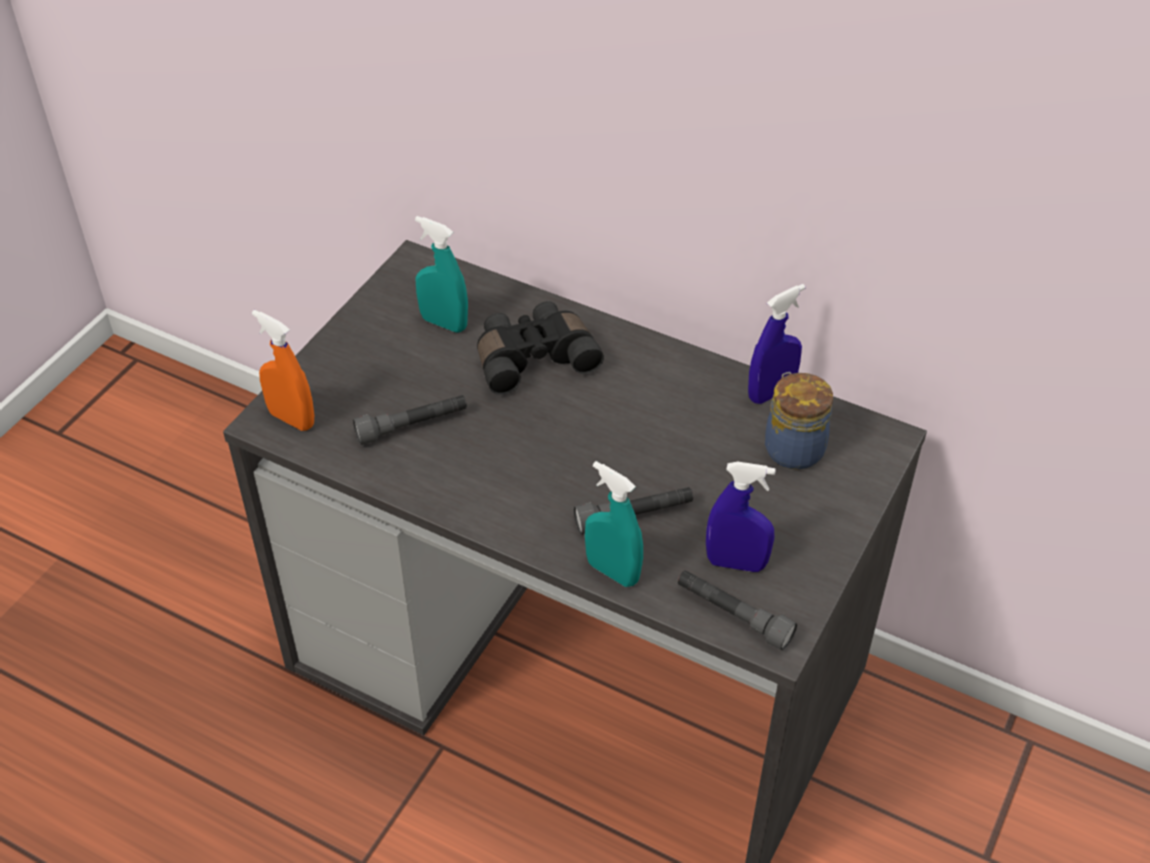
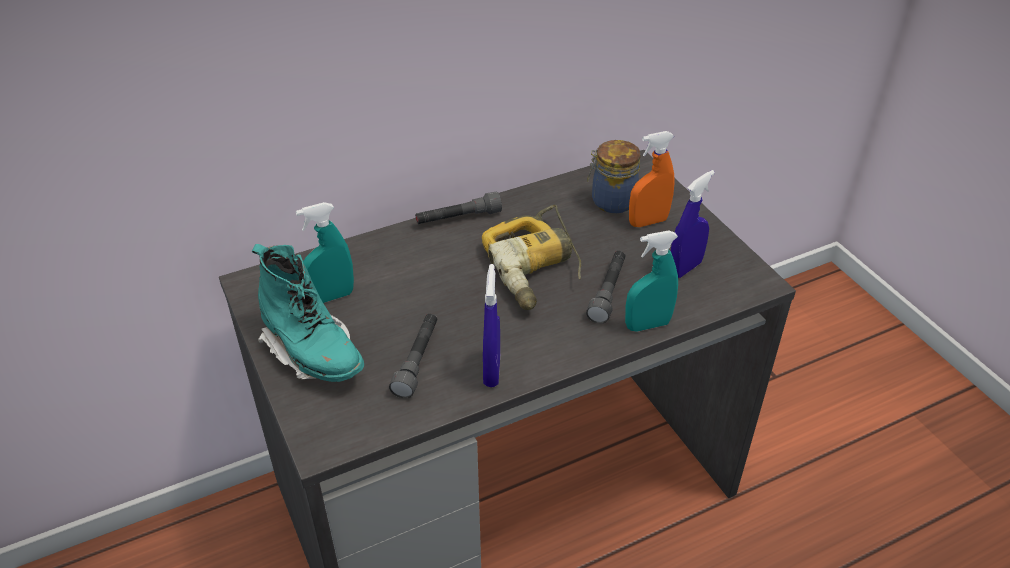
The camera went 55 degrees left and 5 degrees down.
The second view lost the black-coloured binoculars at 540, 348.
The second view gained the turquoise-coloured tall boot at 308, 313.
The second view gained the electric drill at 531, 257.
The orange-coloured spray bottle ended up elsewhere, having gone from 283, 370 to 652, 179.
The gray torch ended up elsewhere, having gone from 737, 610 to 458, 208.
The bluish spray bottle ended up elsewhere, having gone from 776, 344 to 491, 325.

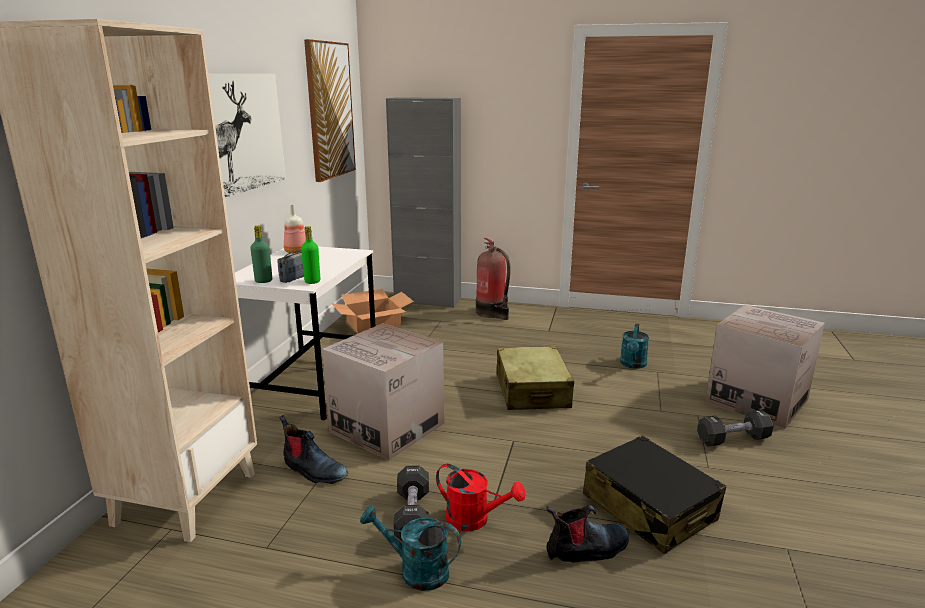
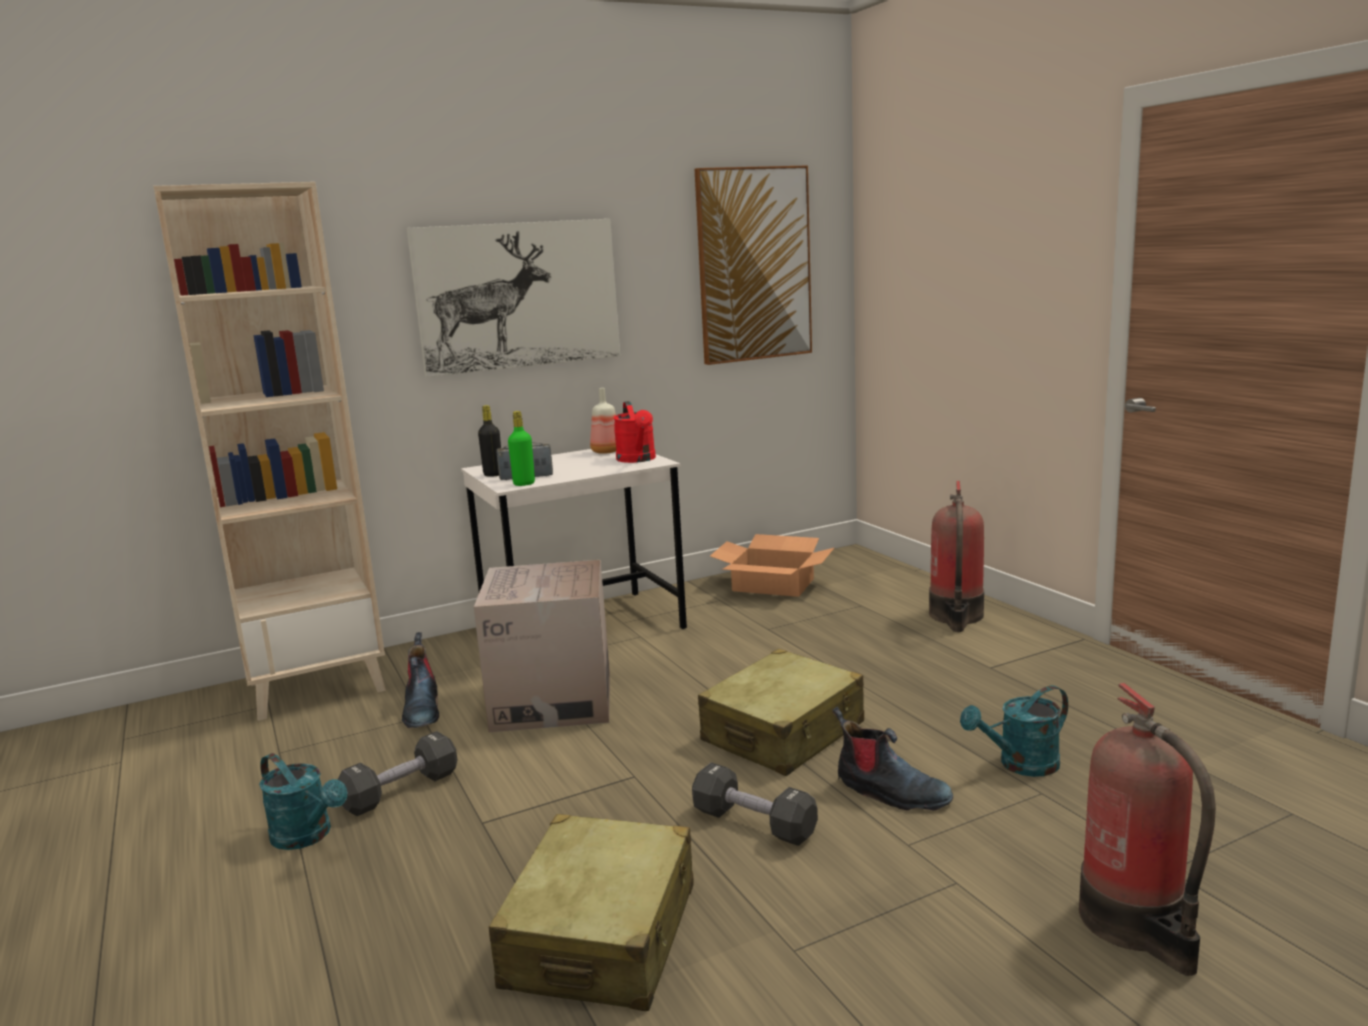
The camera went 50 degrees right and 5 degrees down.
The second view lost the gray storage cabinet at 423, 202.
The red-coloured watering can ended up elsewhere, having gone from 481, 497 to 634, 432.
The tall boot ended up elsewhere, having gone from 587, 533 to 892, 759.
The black-coloured free weight ended up elsewhere, having gone from 735, 428 to 755, 804.
Where the cardboard box stood at 765, 367, the fire extinguisher came to stand at 1147, 829.
What was the green-coloured bottle at 261, 254 turned into the black-coloured bottle at 489, 441.
What was the black-coloured suitcase at 654, 494 turned into the sand-coloured suitcase at 591, 912.
The turquoise-coloured watering can at 410, 548 ended up facing another way, 150 degrees clockwise from before.

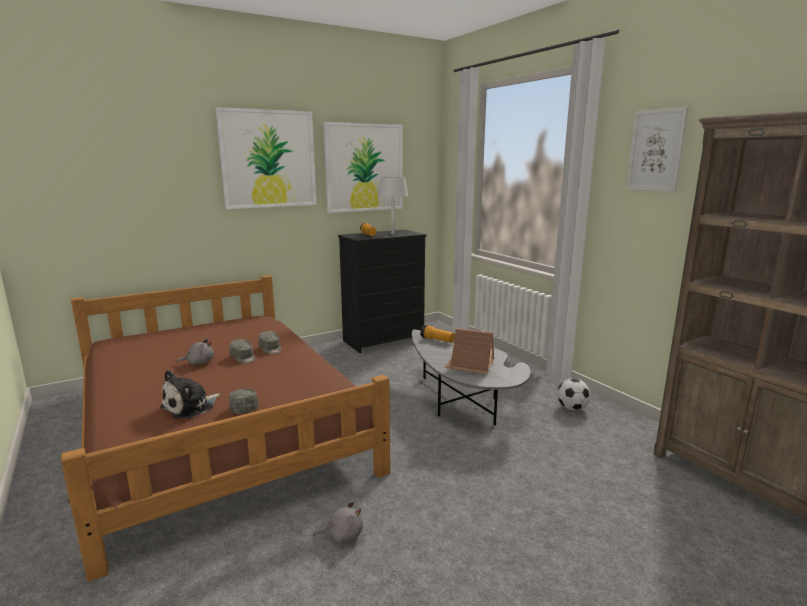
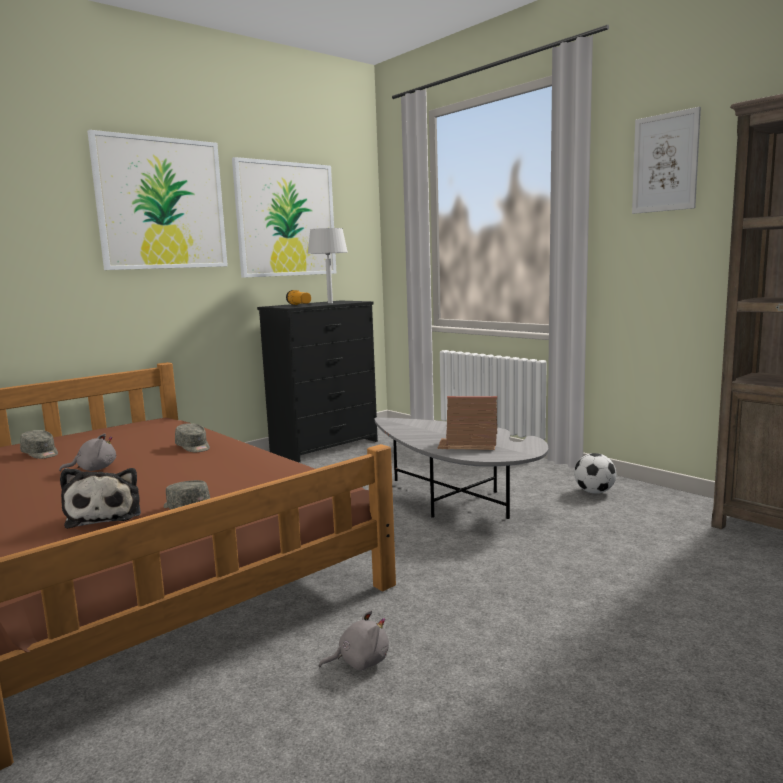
The camera went 10 degrees left and 5 degrees down.
The second view lost the torch at 437, 334.
The gray peaked cap ended up elsewhere, having gone from 242, 351 to 39, 444.
The soft toy at 190, 394 ended up facing another way, 45 degrees counterclockwise from before.

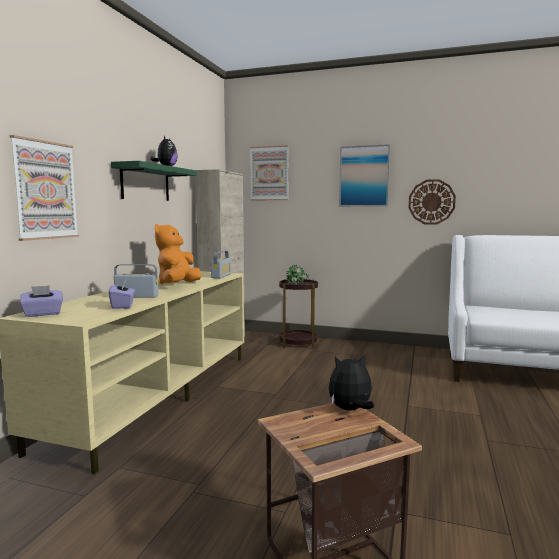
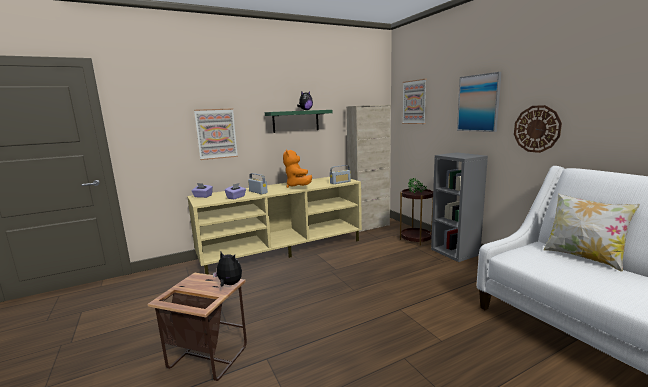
The camera went 45 degrees right and 5 degrees up.
The second view gained the gray bookshelf at 459, 207.
The second view gained the pillow at 591, 232.
The orange-coloured soft toy at 178, 254 ended up facing another way, 75 degrees counterclockwise from before.

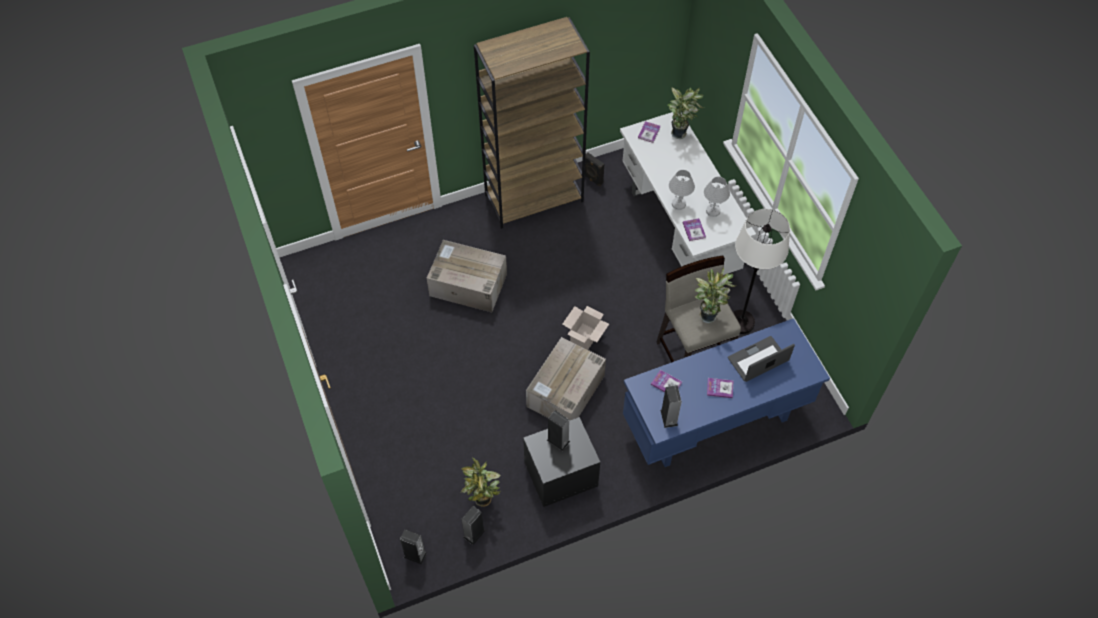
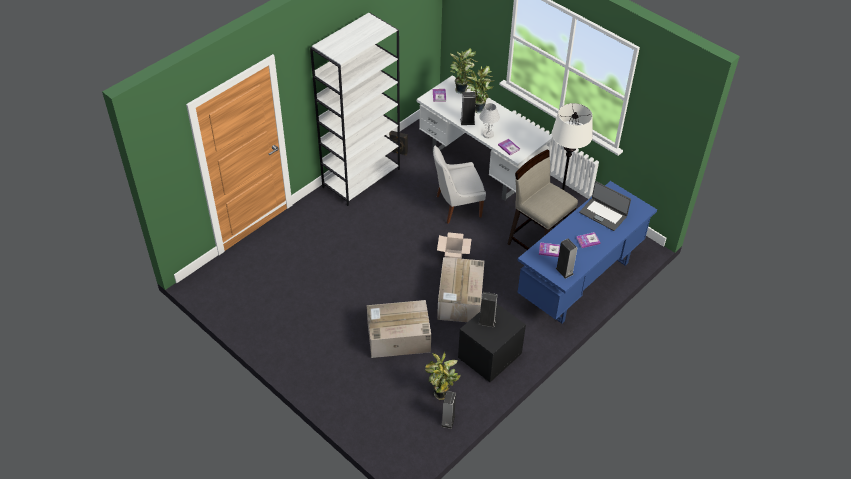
The camera went 25 degrees left and 10 degrees down.
The second view lost the whitish lamp for a table at 717, 197.
The second view gained the whitish upright chair at 459, 185.
The speaker ended up elsewhere, having gone from 413, 546 to 468, 108.
The cardboard box ended up elsewhere, having gone from 467, 276 to 399, 329.
The houseplant ended up elsewhere, having gone from 715, 295 to 481, 89.
What was the brownish bookshelf at 532, 123 turned into the whitish bookshelf at 355, 109.
The portable computer at 761, 359 ended up facing another way, 90 degrees counterclockwise from before.

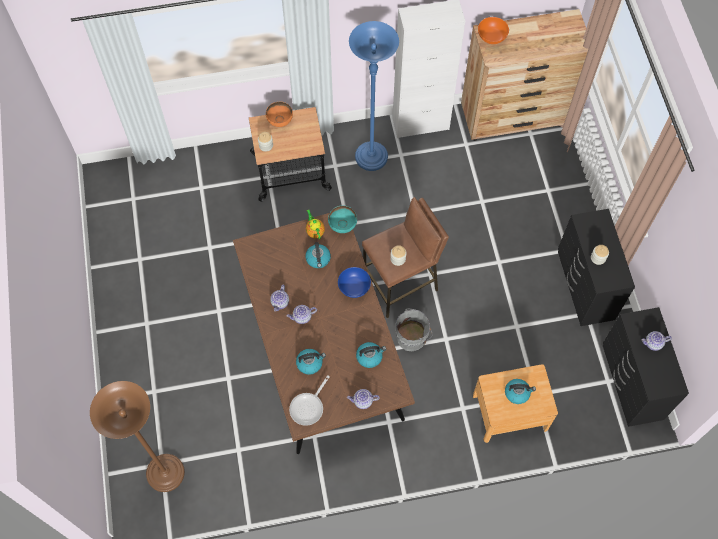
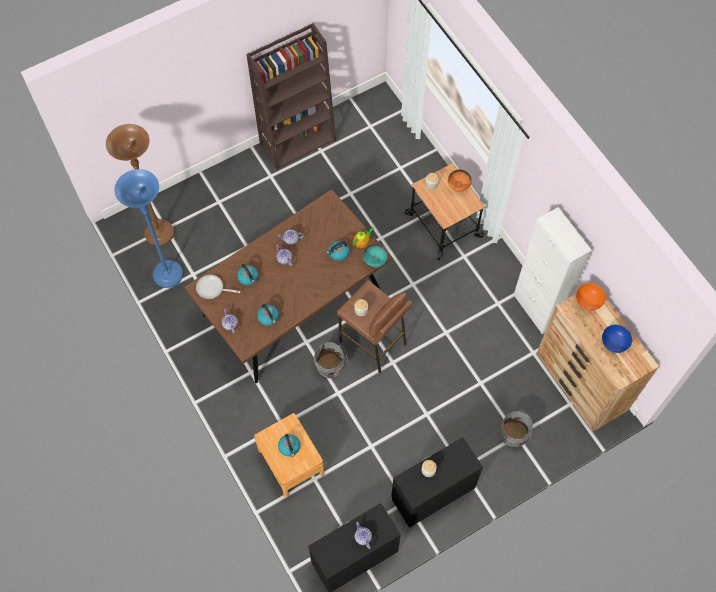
The camera went 70 degrees right and 0 degrees up.
The second view gained the brownish bookshelf at 291, 96.
The second view gained the gray pail at 517, 428.
The bluish deep dish ended up elsewhere, having gone from 354, 282 to 617, 339.
The bluish standard lamp ended up elsewhere, having gone from 374, 96 to 148, 228.

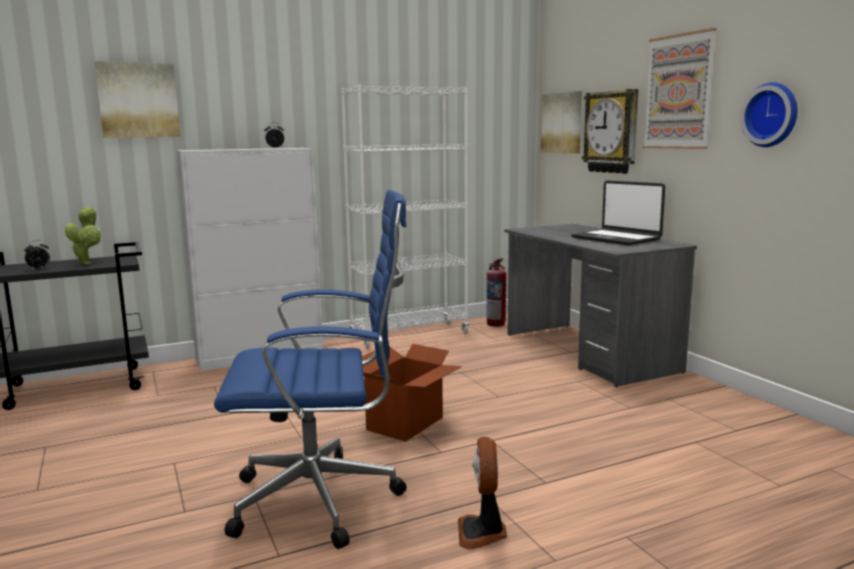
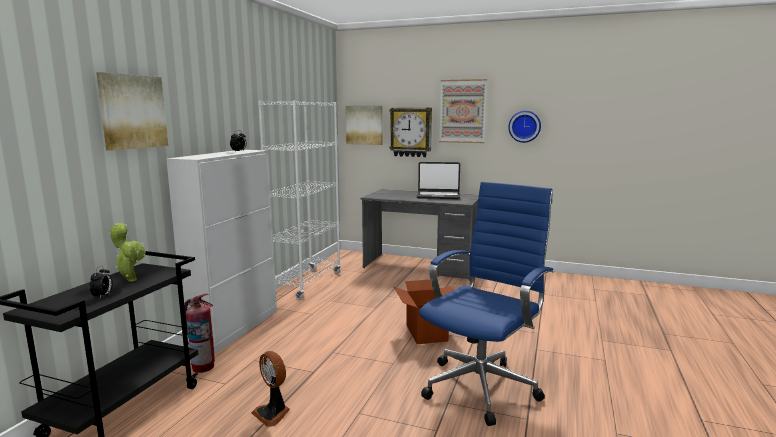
The camera went 45 degrees left and 0 degrees up.
The cooling fan ended up elsewhere, having gone from 482, 493 to 270, 389.
The fire extinguisher ended up elsewhere, having gone from 496, 292 to 199, 333.

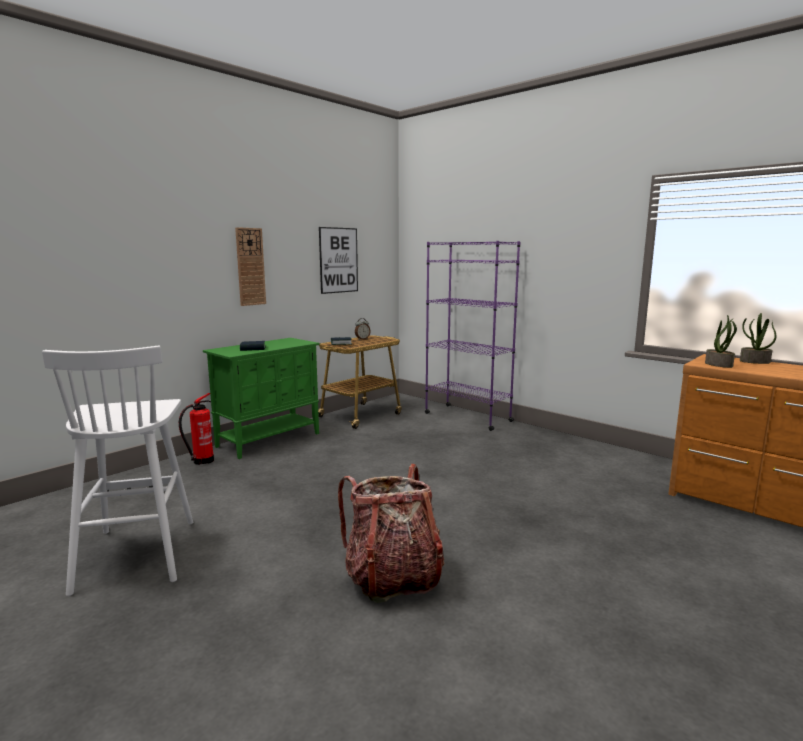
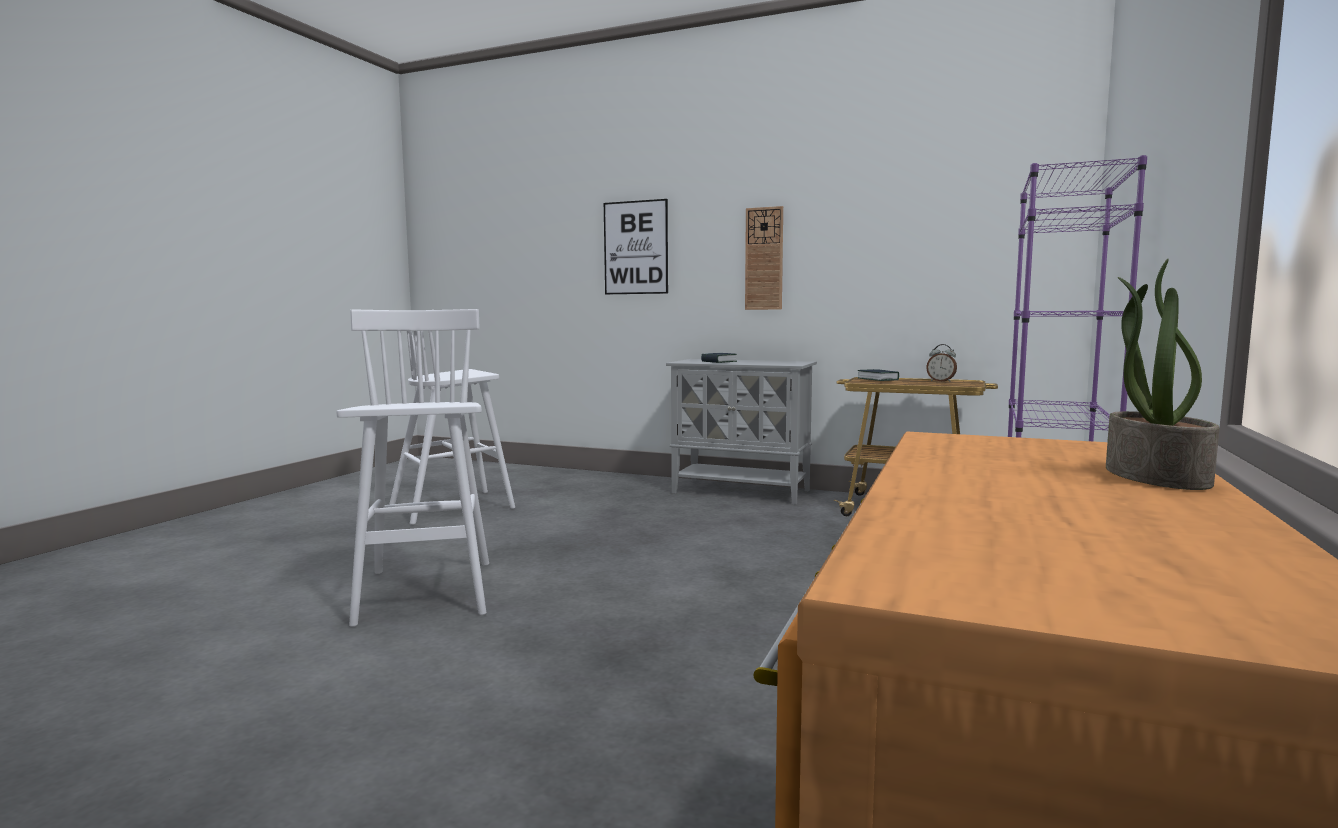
The camera went 70 degrees right and 5 degrees down.
The second view lost the fire extinguisher at 196, 429.
The second view lost the houseplant at 721, 341.
The wall picture ended up elsewhere, having gone from 338, 260 to 636, 246.
Where the rucksack stood at 391, 533, the whitish stool seat came to stand at 412, 468.
What was the green-coloured storage cabinet at 261, 398 turned into the gray storage cabinet at 741, 432.

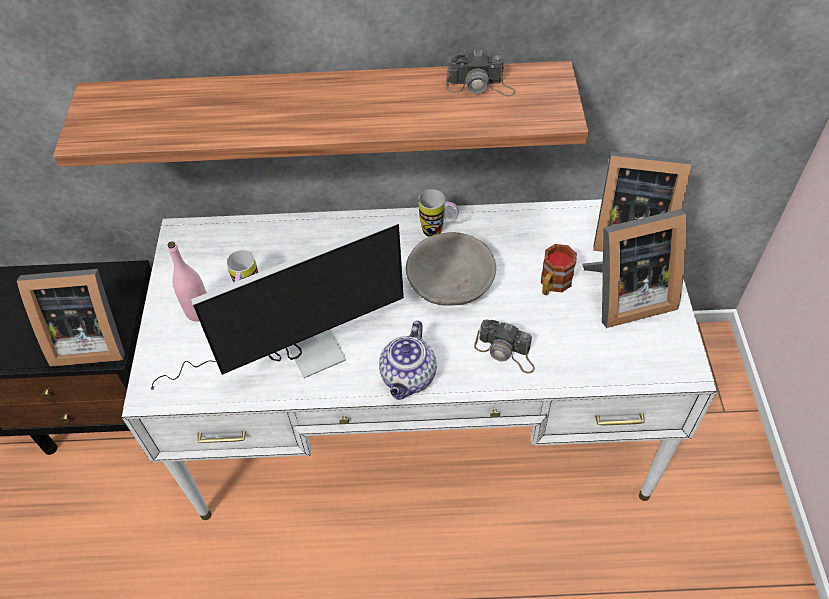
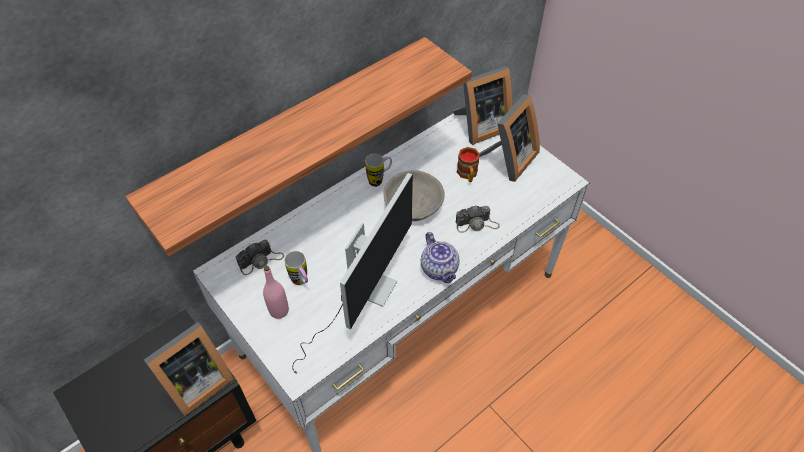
The camera went 40 degrees left and 0 degrees up.
The photo camera ended up elsewhere, having gone from 481, 73 to 260, 257.

